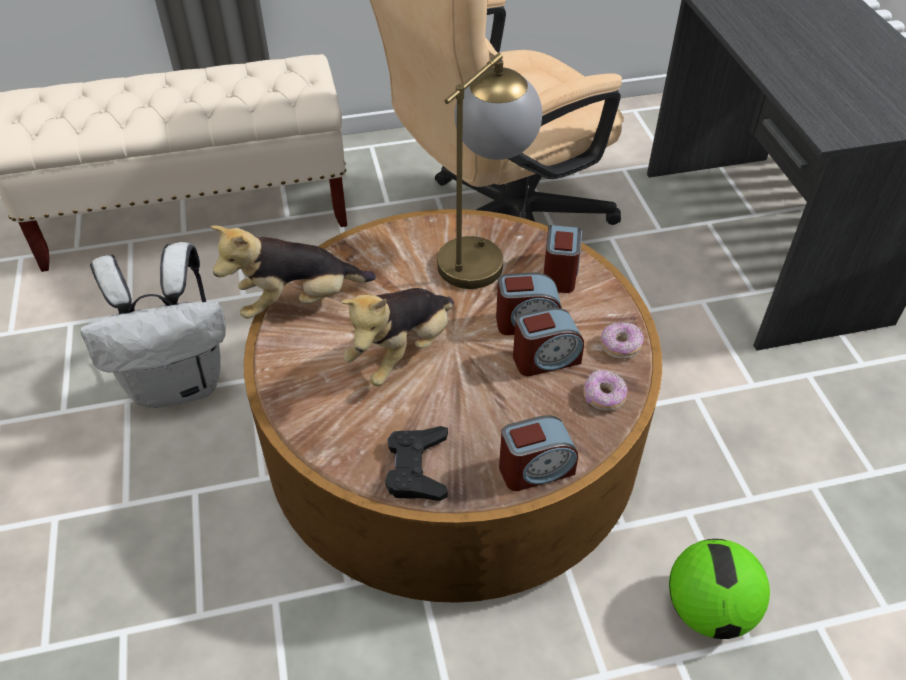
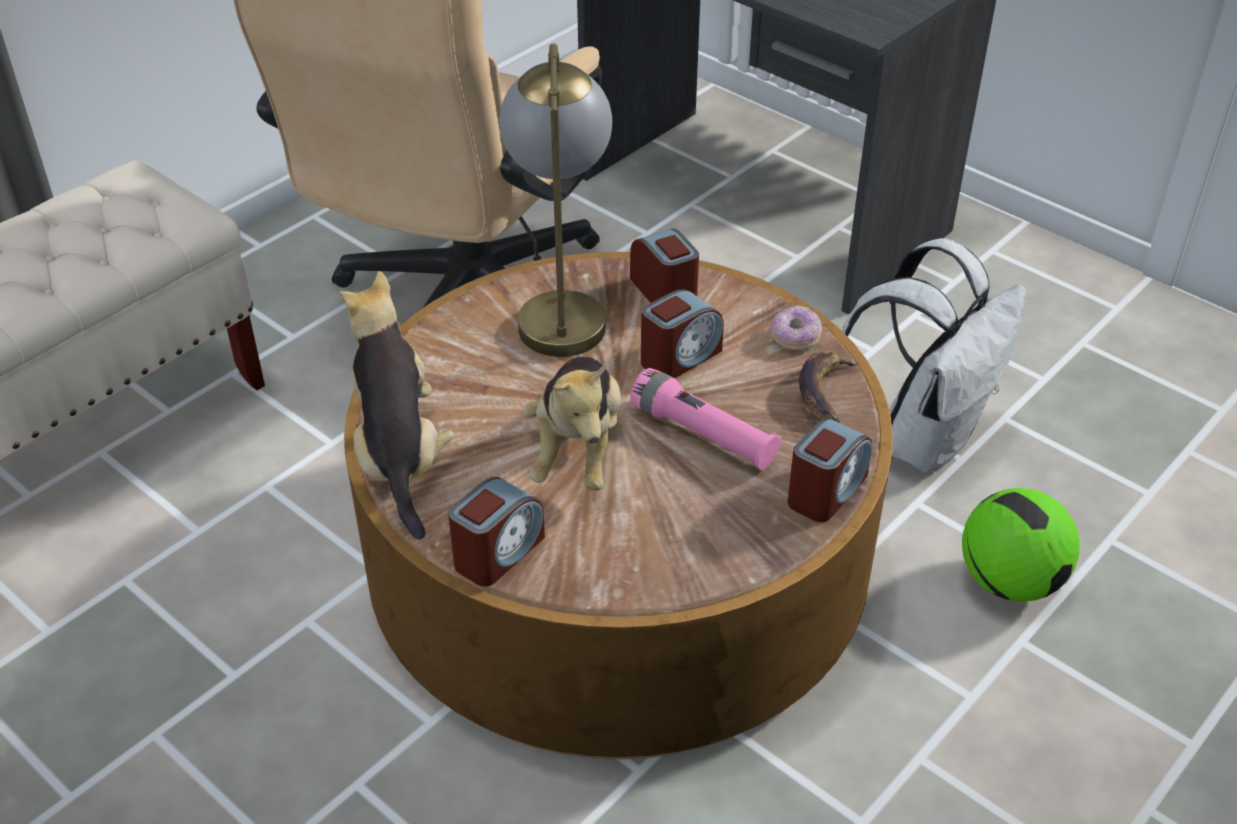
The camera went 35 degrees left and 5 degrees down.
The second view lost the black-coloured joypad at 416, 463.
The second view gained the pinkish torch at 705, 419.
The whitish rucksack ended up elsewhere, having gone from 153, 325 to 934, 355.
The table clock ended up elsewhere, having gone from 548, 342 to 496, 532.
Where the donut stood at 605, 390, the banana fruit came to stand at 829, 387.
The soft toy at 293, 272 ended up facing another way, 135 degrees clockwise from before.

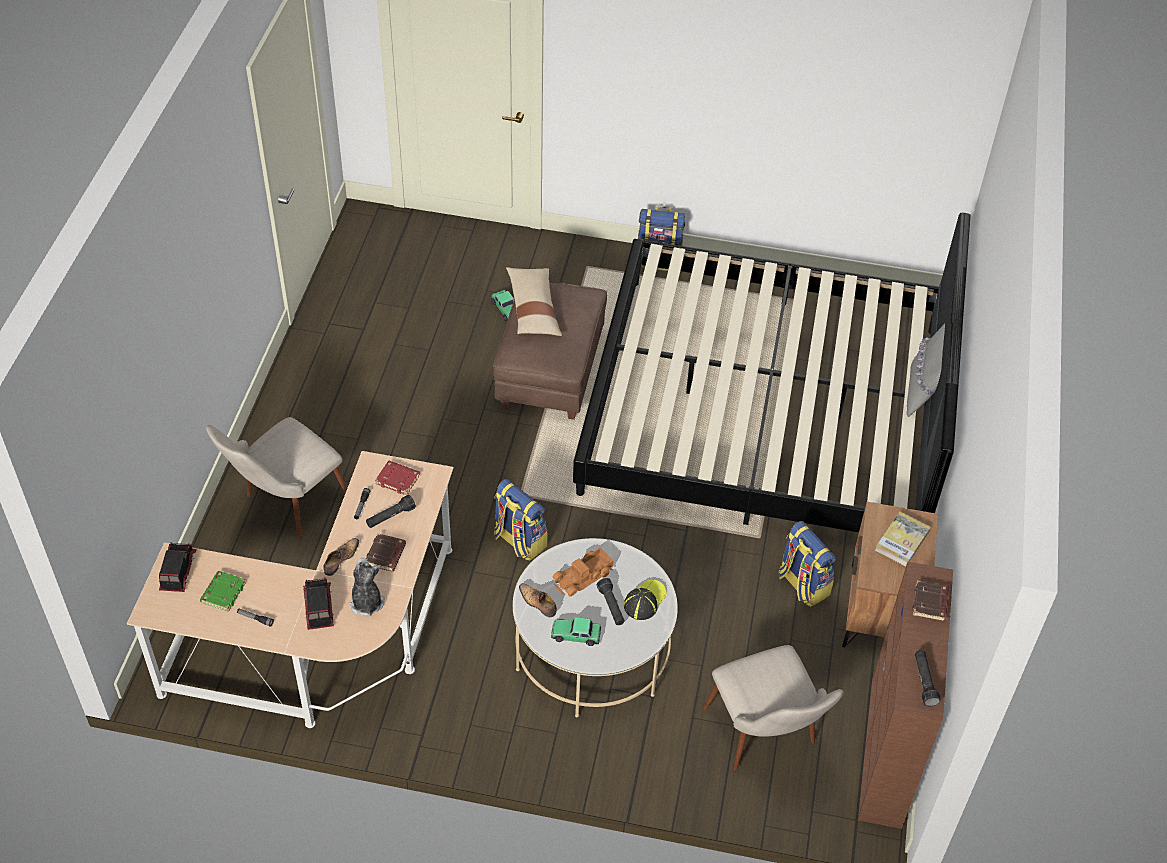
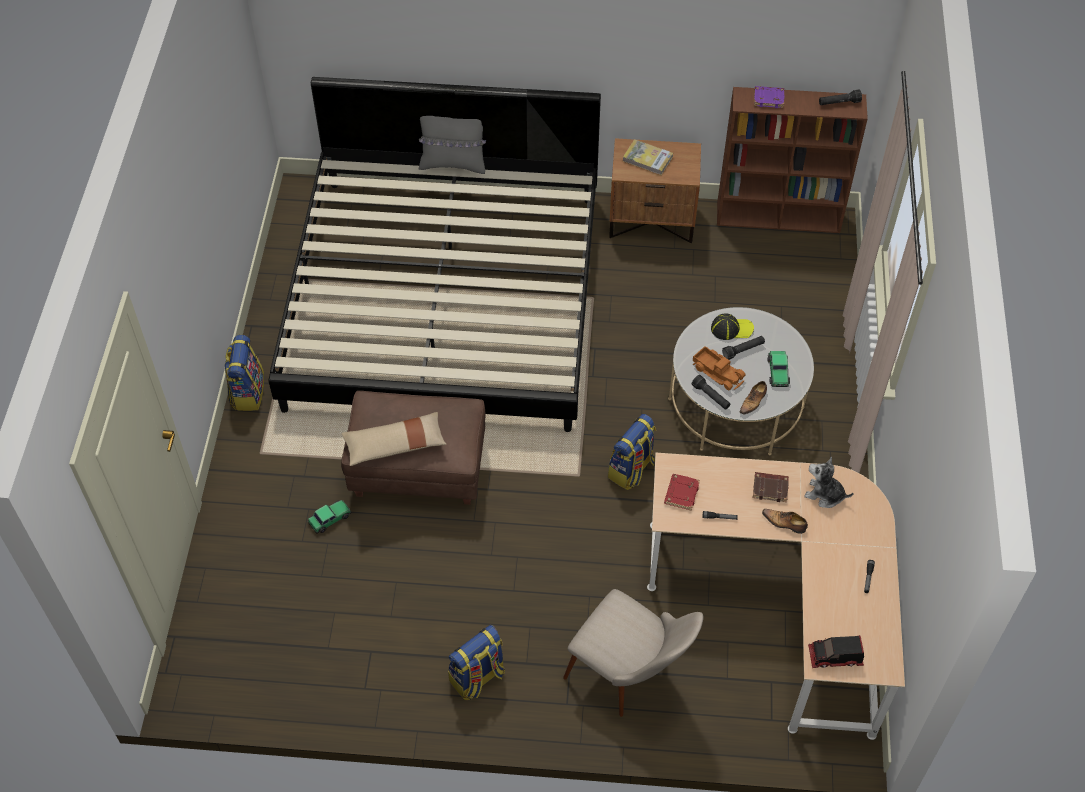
The camera went 95 degrees left and 5 degrees up.
The second view lost the green-coloured book at 223, 591.
The second view lost the toy truck at 318, 603.
The second view lost the sand-coloured upright chair at 773, 708.
The black-coloured torch ended up elsewhere, having gone from 391, 511 to 711, 392.
The rucksack ended up elsewhere, having gone from 807, 564 to 476, 662.
What was the brownish book at 930, 600 turned into the purple book at 769, 97.
The soft toy at 367, 587 ended up facing another way, 45 degrees clockwise from before.
The peaked cap at 645, 600 ended up facing another way, 150 degrees clockwise from before.

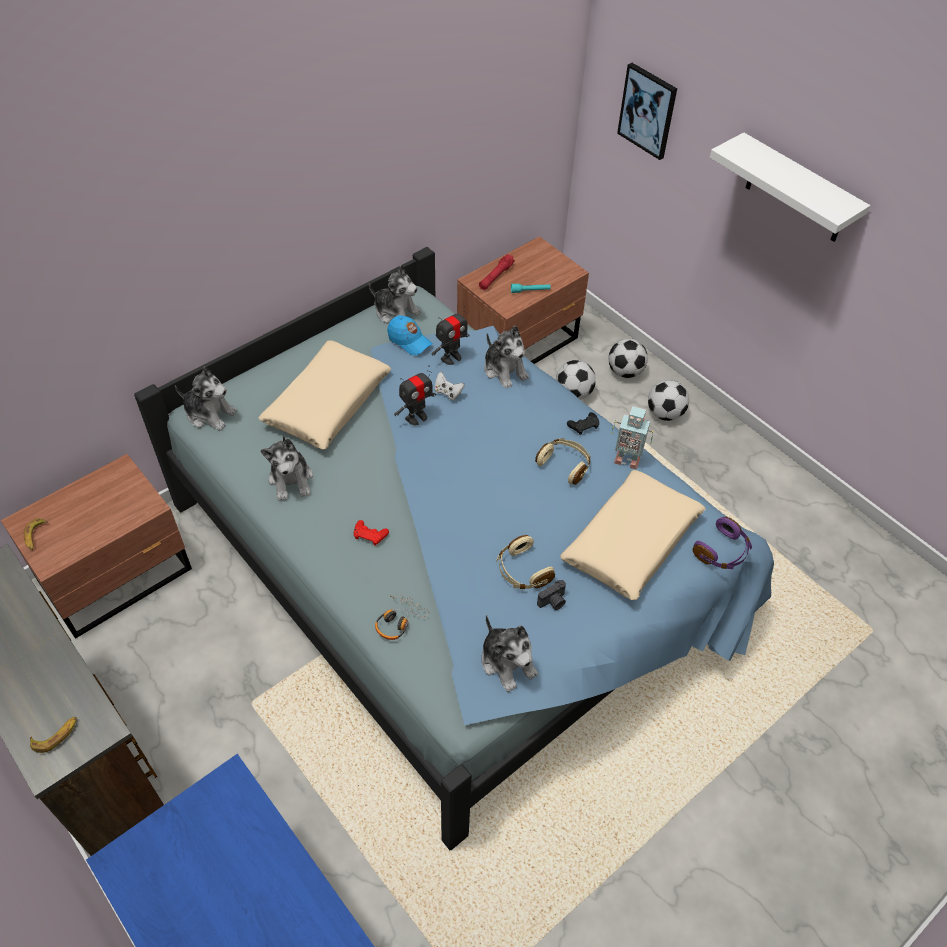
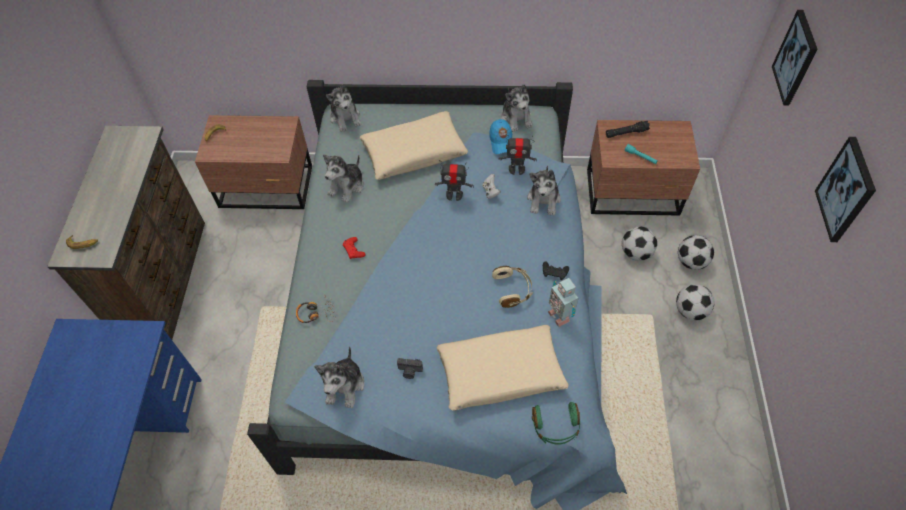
The camera went 45 degrees right and 5 degrees up.
The second view lost the sand-coloured headphones at 525, 562.
Where the whitish shelf hung at 790, 187, the wall picture came to hang at 845, 189.
What was the red-coloured torch at 497, 272 turned into the black-coloured torch at 628, 129.
What was the purple headphones at 722, 542 turned into the green-coloured headphones at 556, 423.

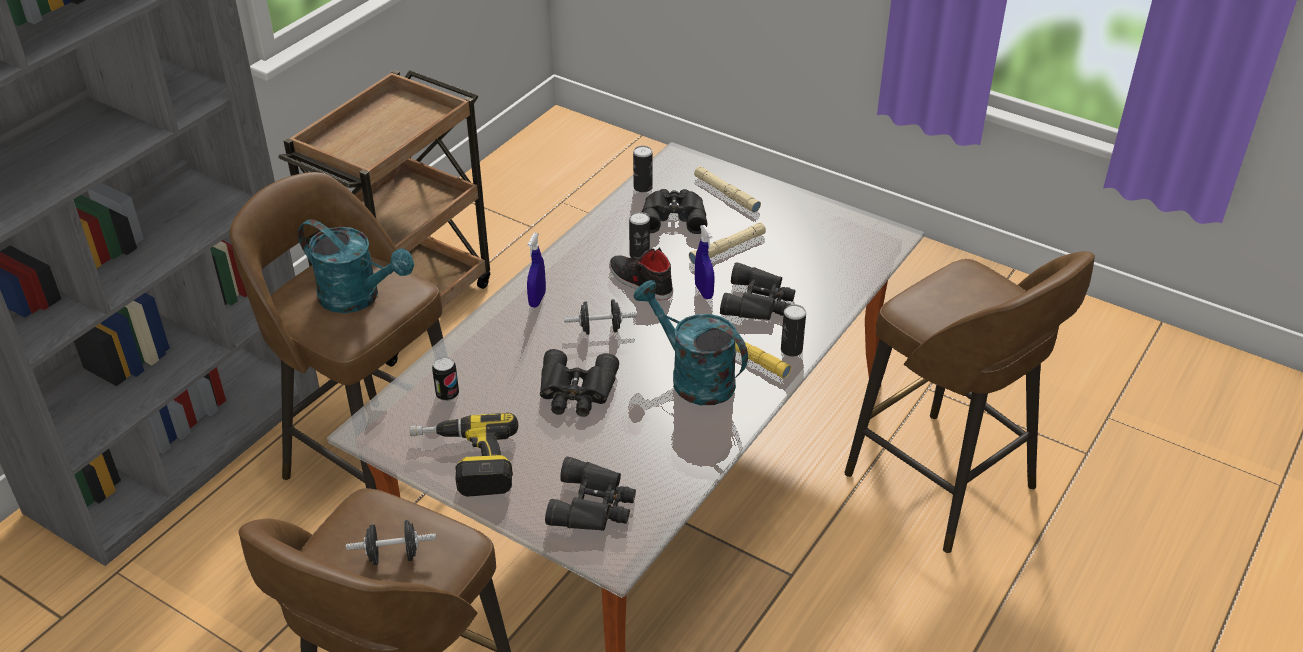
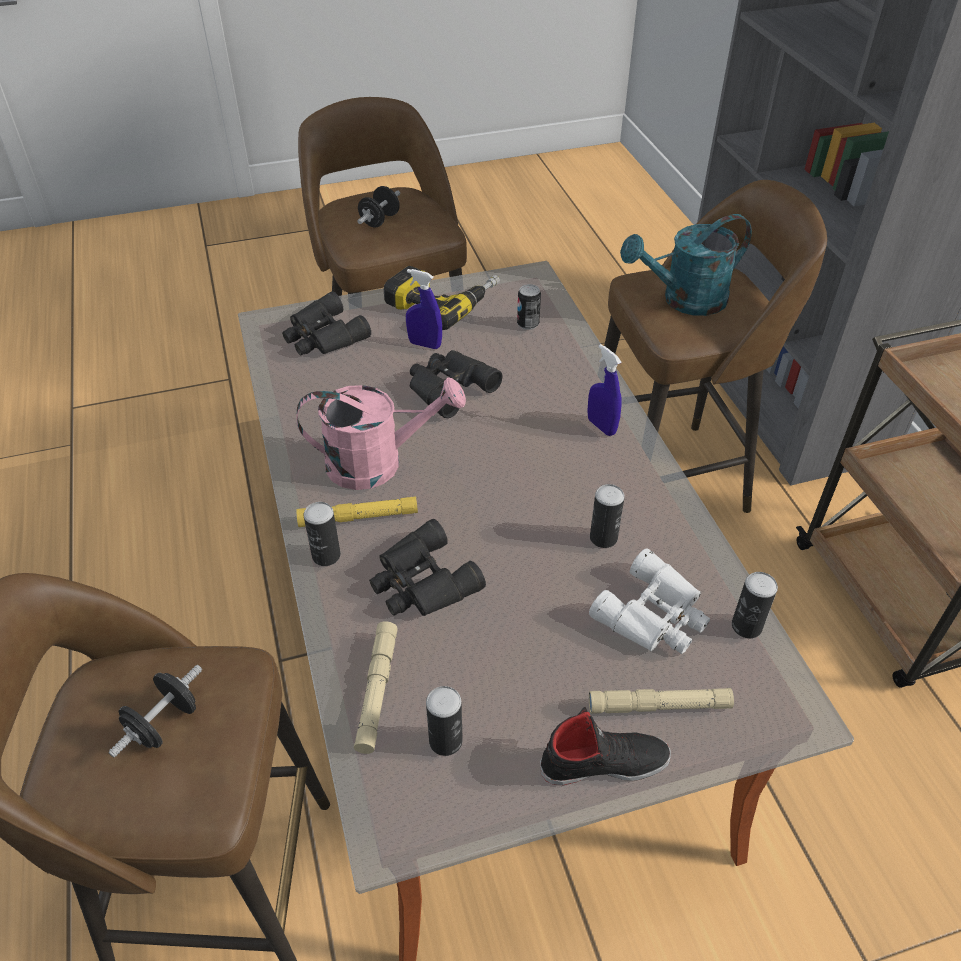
The camera went 130 degrees right and 5 degrees up.
The second view gained the sealed can at 444, 721.
The black-coloured free weight ended up elsewhere, having gone from 600, 317 to 155, 711.
The black-coloured item of footwear ended up elsewhere, having gone from 641, 273 to 605, 746.
The sand-coloured torch ended up elsewhere, having gone from 727, 243 to 376, 688.
The bluish spray bottle ended up elsewhere, having gone from 705, 262 to 424, 309.
What was the turquoise-coloured watering can at 690, 342 turned into the pinkish watering can at 381, 434.
What was the black-coloured binoculars at 674, 211 turned into the whitish binoculars at 649, 601.

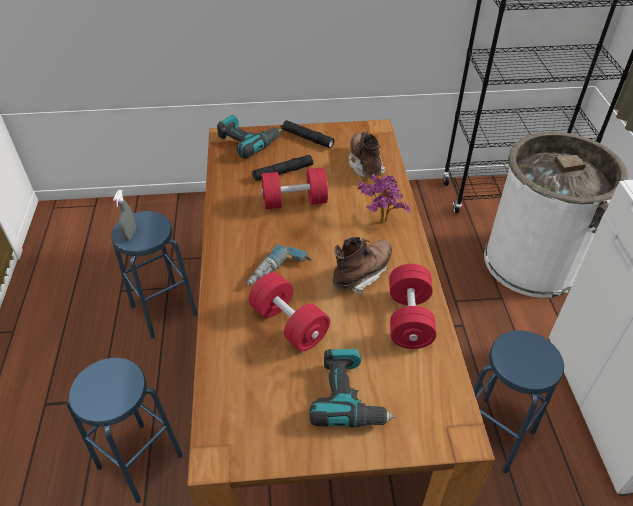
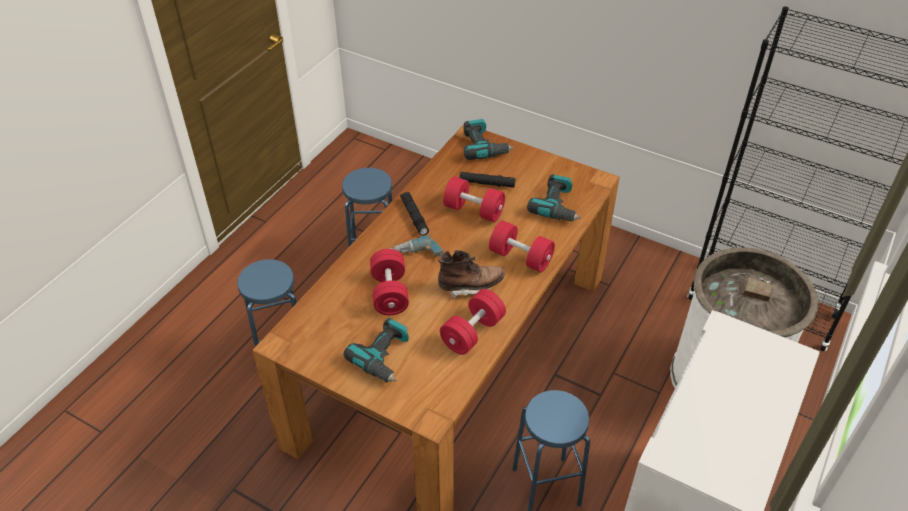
The camera went 35 degrees right and 0 degrees up.
The second view lost the gray spray bottle at 124, 215.
The black-coloured torch ended up elsewhere, having gone from 307, 134 to 414, 214.
Where the brownish tall boot stood at 367, 154, the electric drill came to stand at 554, 198.
Where the houseplant stood at 383, 199, the red-coloured free weight came to stand at 522, 246.

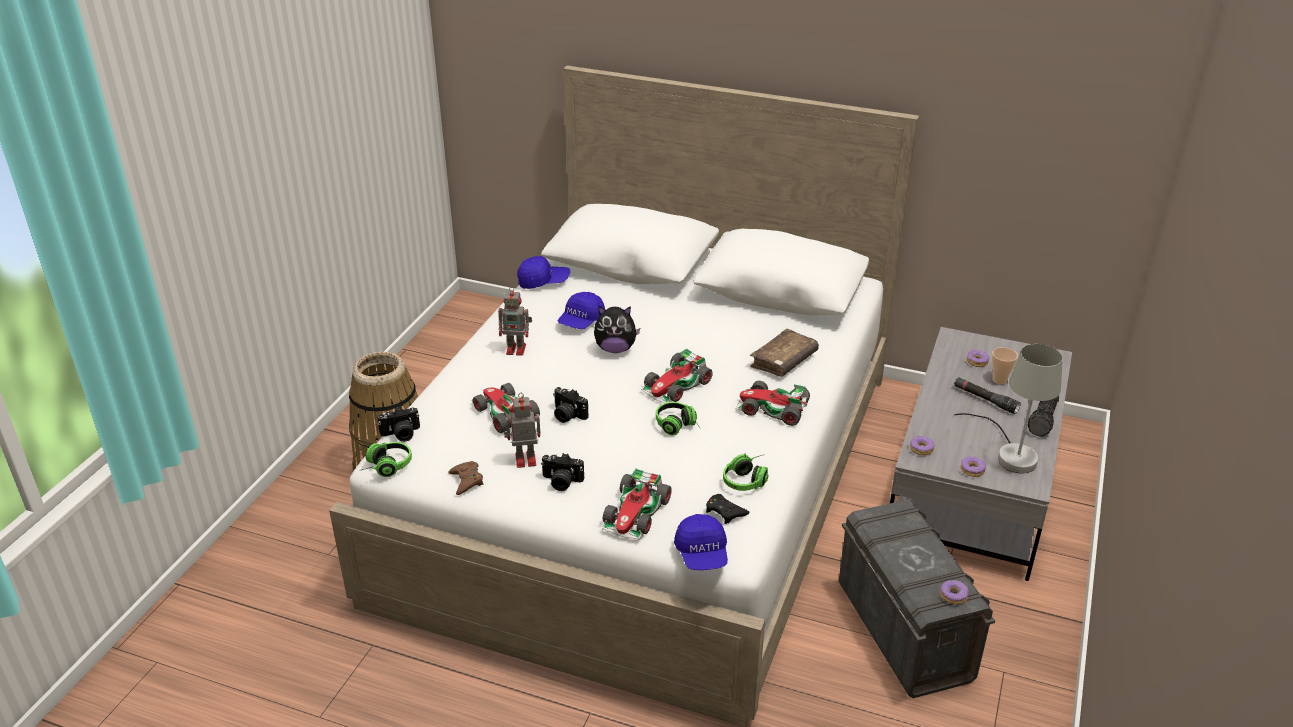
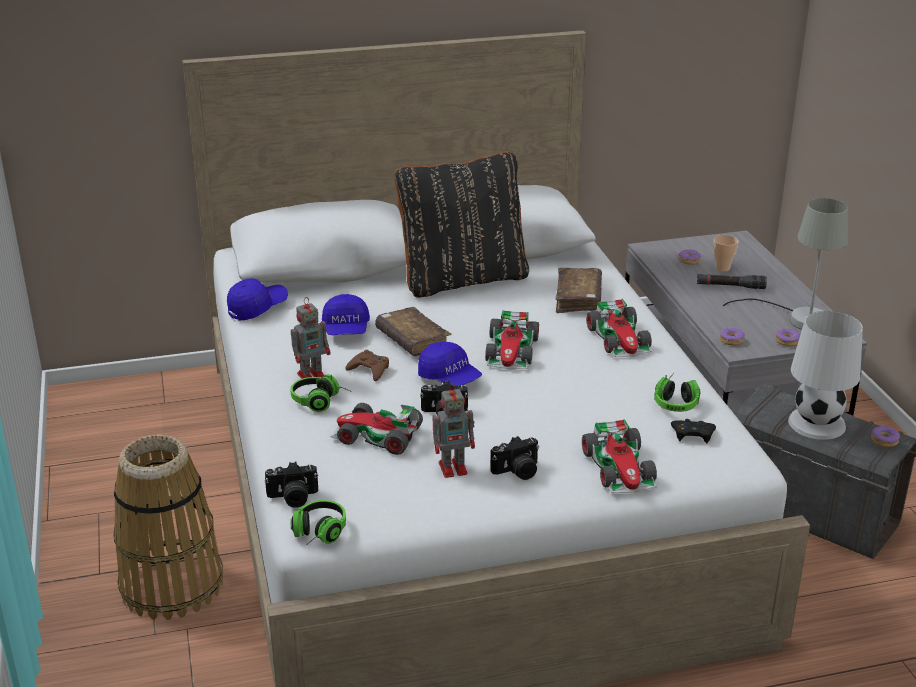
The camera went 35 degrees left and 5 degrees down.
The second view lost the torch at 1043, 416.
The second view gained the black-coloured pillow at 461, 224.
The second view gained the whitish lamp for a table at 825, 375.
The brownish joypad ended up elsewhere, having gone from 465, 478 to 367, 365.
The headphones ended up elsewhere, having gone from 678, 419 to 321, 393.
The bluish peaked cap ended up elsewhere, having gone from 701, 542 to 450, 364.
Where the soft toy stood at 617, 329, the brownish book came to stand at 413, 331.
The photo camera at 398, 424 ended up facing another way, 45 degrees clockwise from before.
The toy robot at 522, 430 ended up facing another way, 150 degrees counterclockwise from before.
The toy car at 773, 403 ended up facing another way, 90 degrees counterclockwise from before.

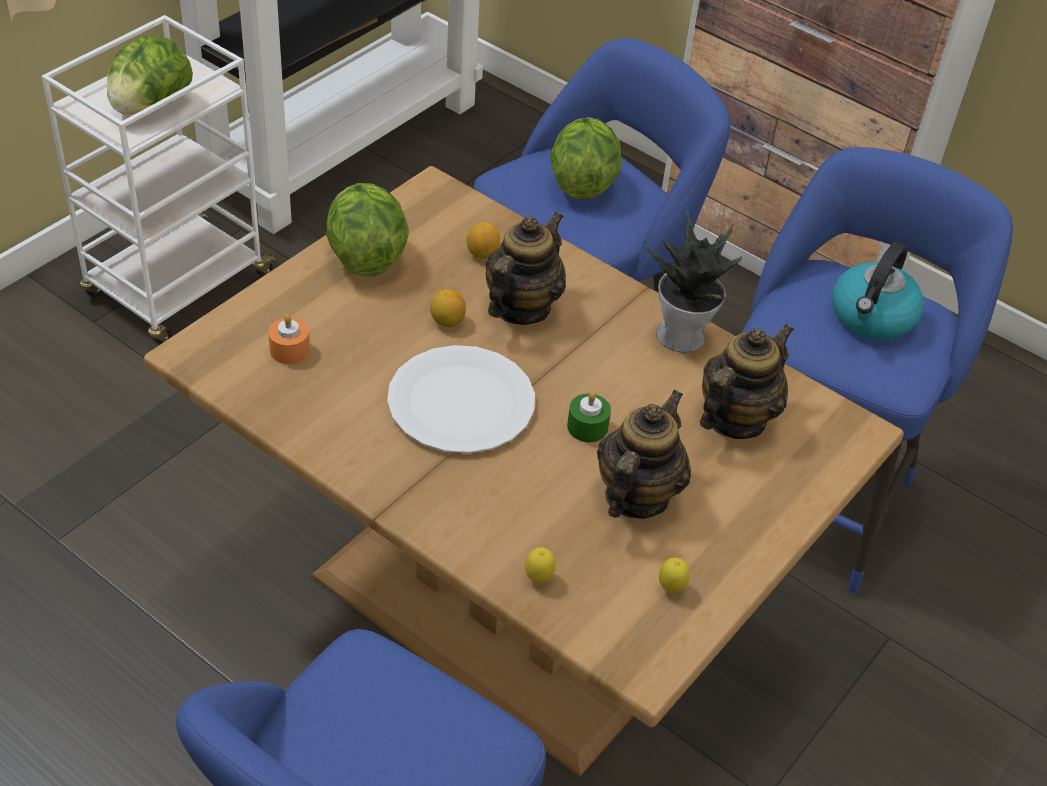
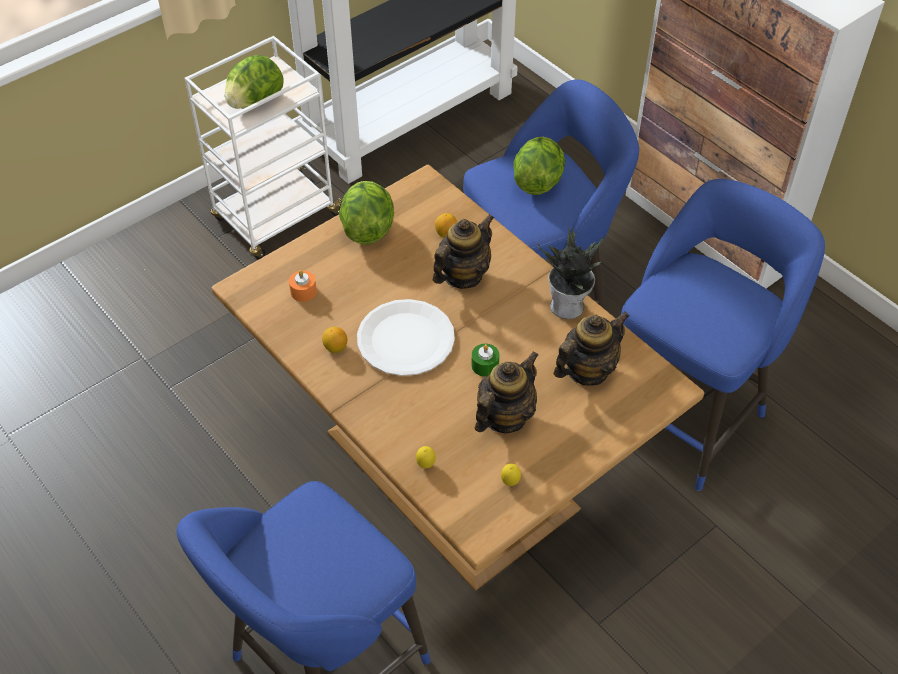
The camera went 15 degrees right and 5 degrees up.
The second view lost the water kettle at 878, 291.
The citrus fruit ended up elsewhere, having gone from 448, 308 to 334, 340.

